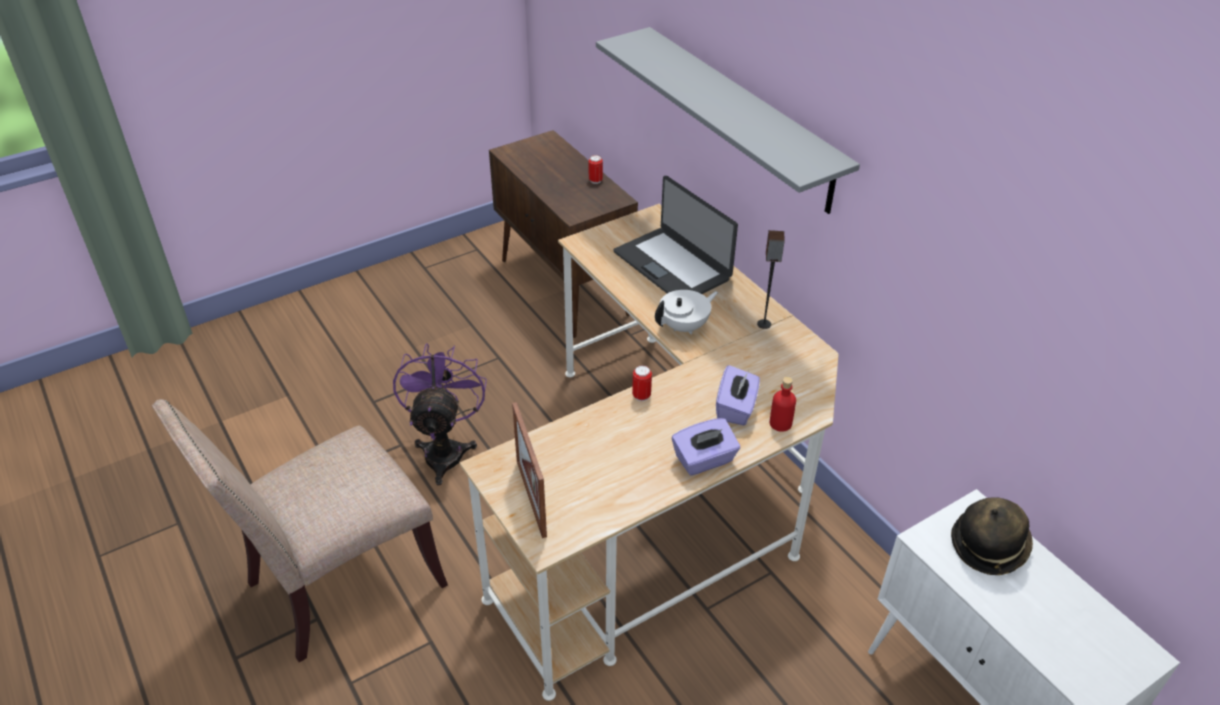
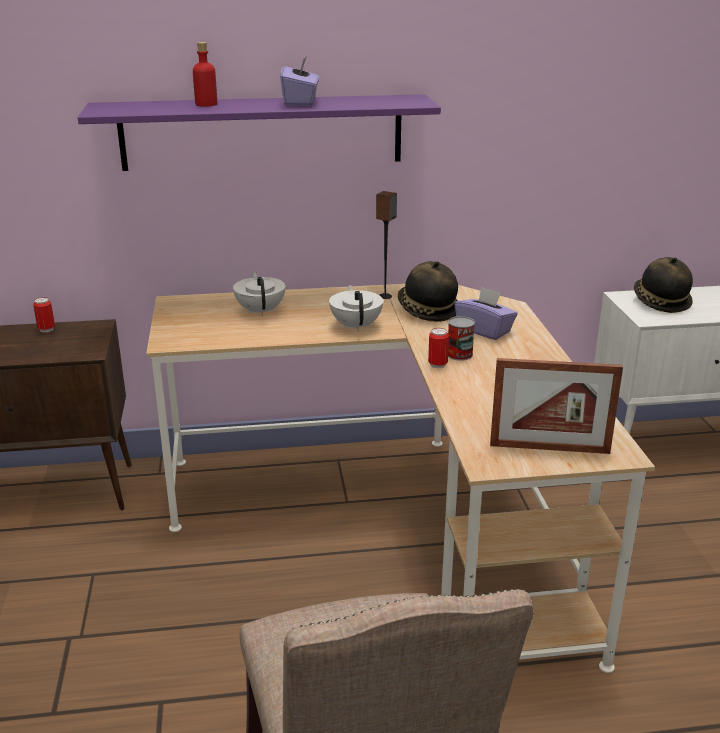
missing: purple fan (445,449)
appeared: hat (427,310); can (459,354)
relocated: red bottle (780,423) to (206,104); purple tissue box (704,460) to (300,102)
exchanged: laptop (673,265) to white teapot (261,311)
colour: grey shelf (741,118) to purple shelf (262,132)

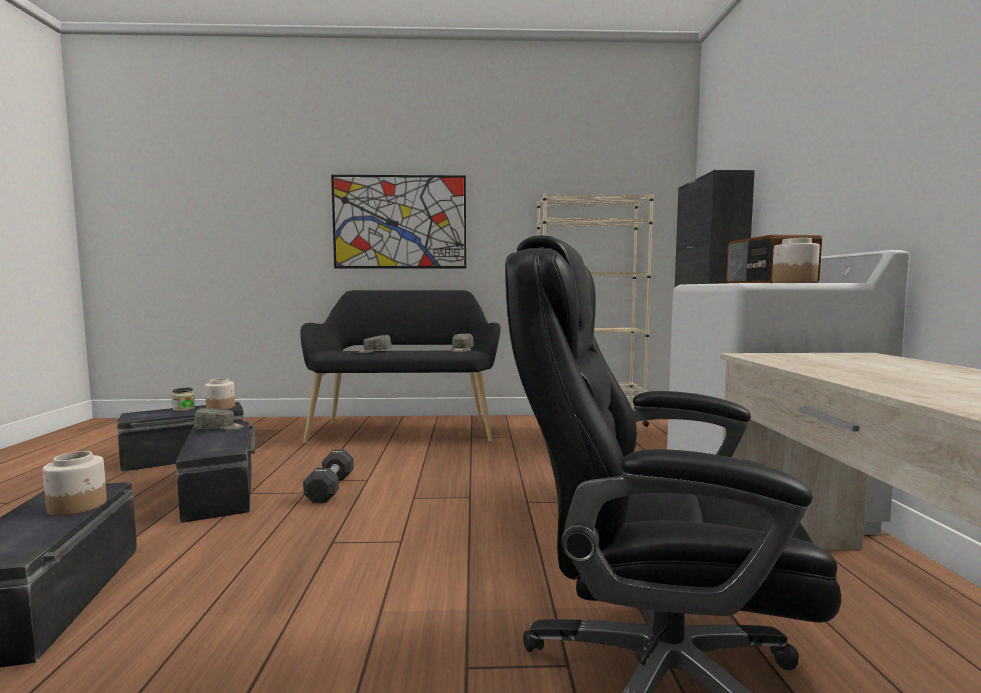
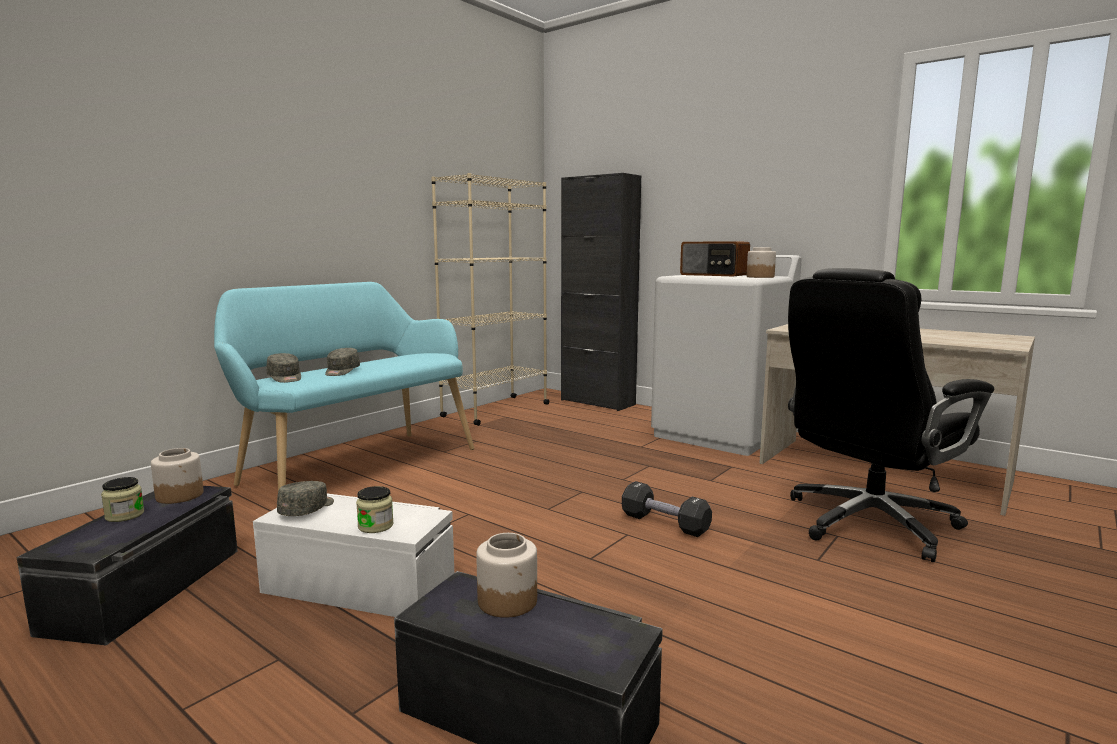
missing: picture (399,222)
appeared: jar (375,526)
relocated: grey cap (461,350) to (285,378); black dumbbell (330,488) to (664,523)
colour: black bench (404,429) to turquoise bench (354,465); black storage box (222,492) to white storage box (360,585)

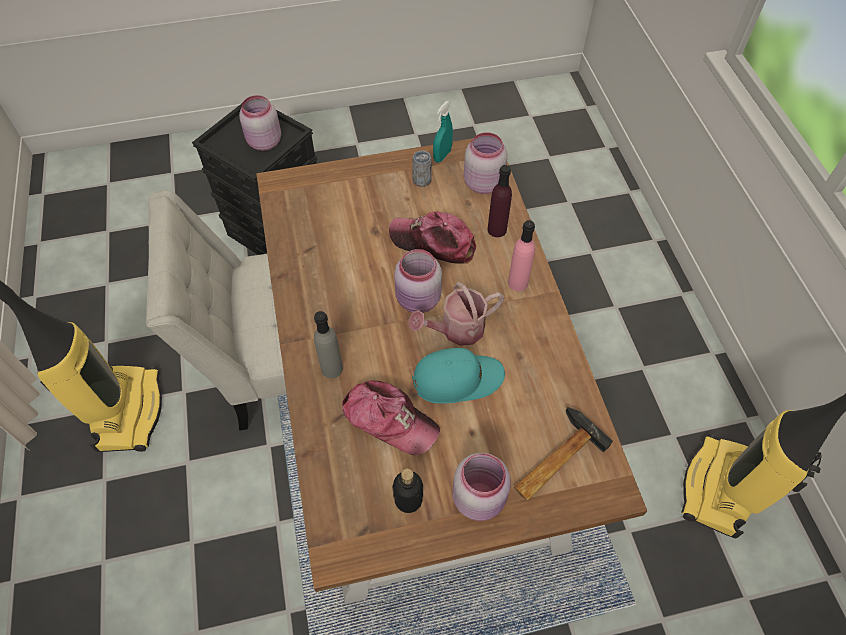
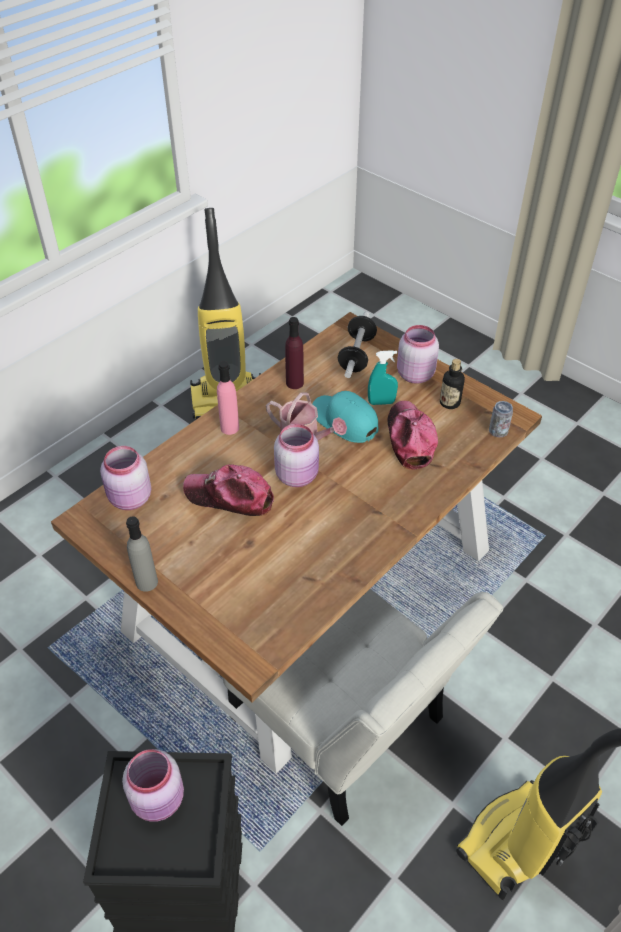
relocated: turquoise spray bottle (442,155) to (381,402); can (422,180) to (498,431); purple bottle (497,229) to (294,383); grey bottle (332,368) to (146,582)
exchanged: hammer (554,459) to dumbbell (357,355)
spun: cap (433,242) = (230,496) 120 degrees clockwise

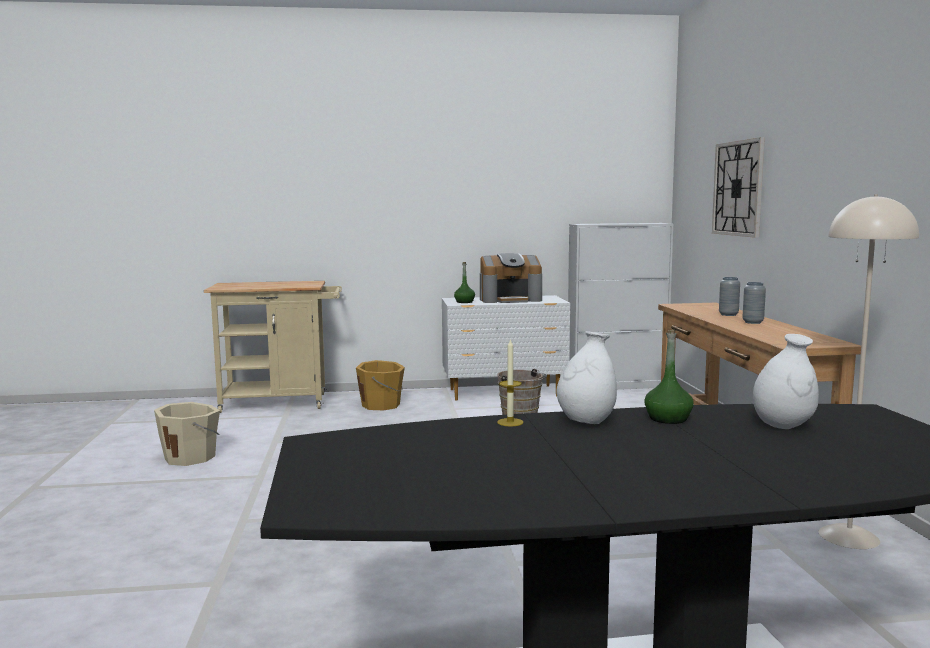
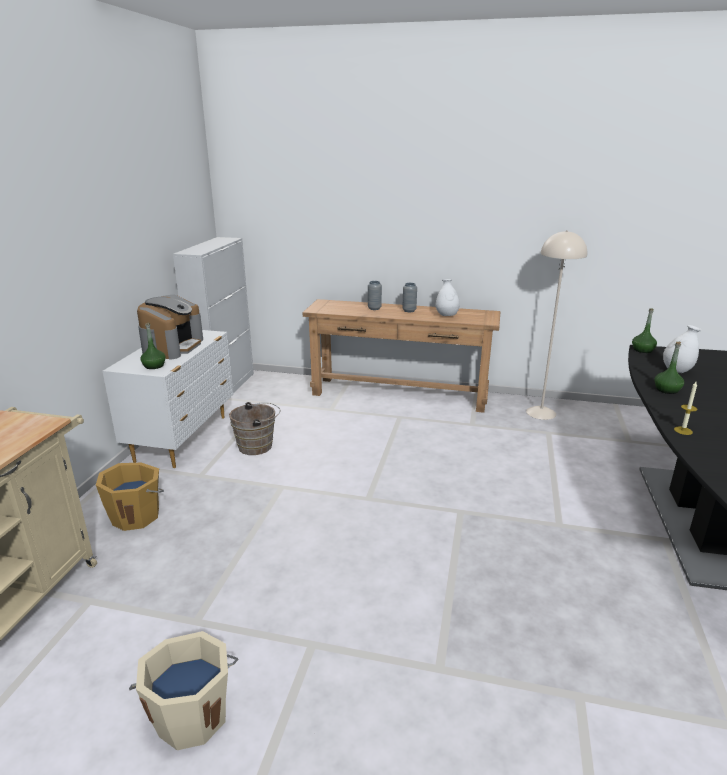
missing: wall clock (738,188)
appeared: green bottle (642,350)
relocated: white vase (586,422) to (446,316)

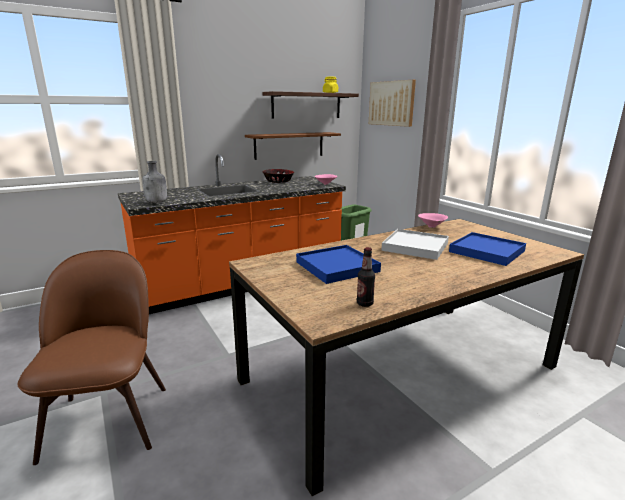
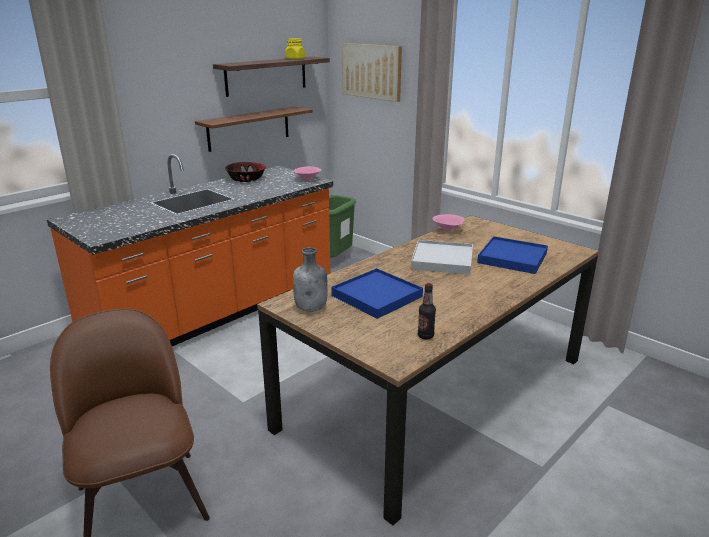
relocated: grey bottle (157,202) to (311,308)

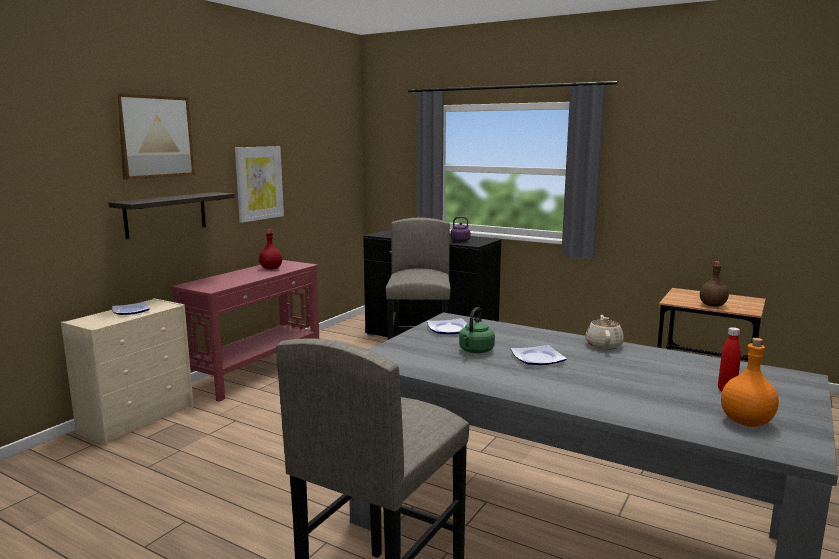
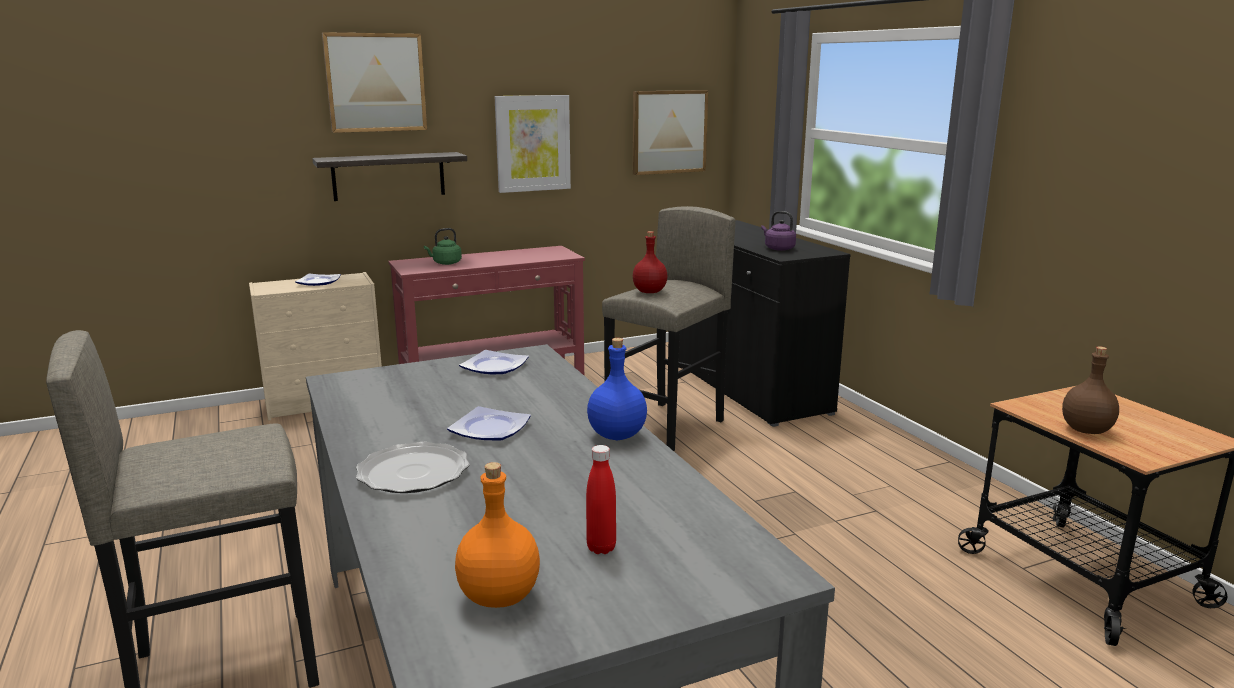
appeared: picture (669,132); plate (414,472)
relocated: red bottle (271,269) to (649,292); green kettle (475,351) to (445,263)
exchanged: beige teapot (603,345) to blue bottle (617,436)

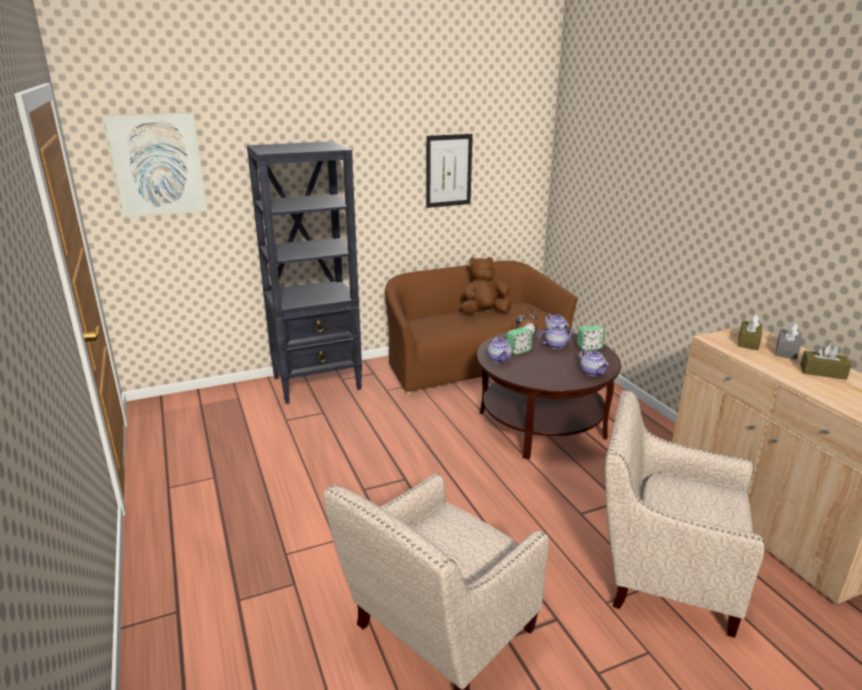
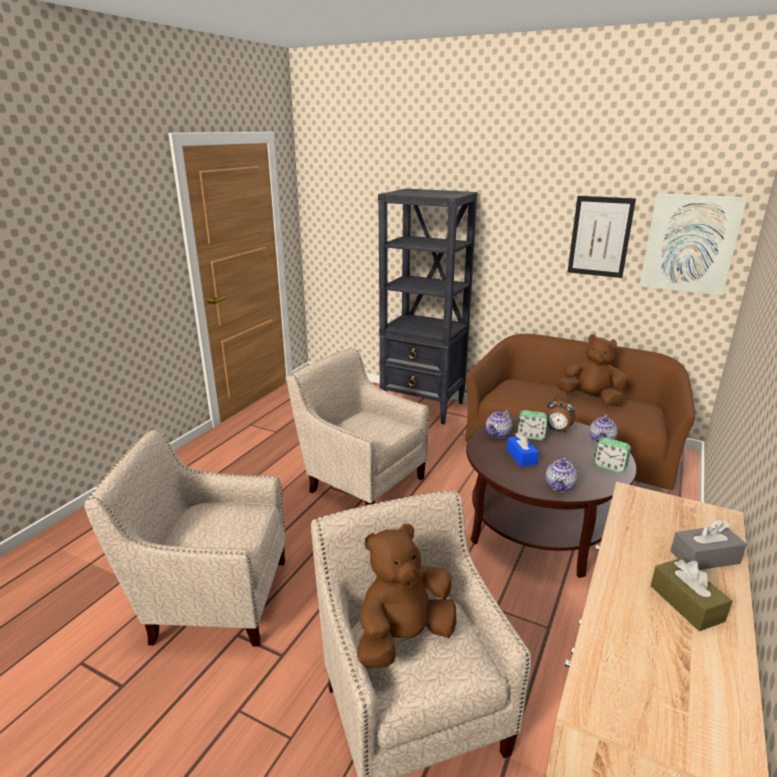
missing: brown tissue box (748,342); teapot (555,345)
appeared: beige armchair (362,480); blue tissue box (521,457); brown plush toy (403,637)
relocated: picture (158,165) to (690,244)

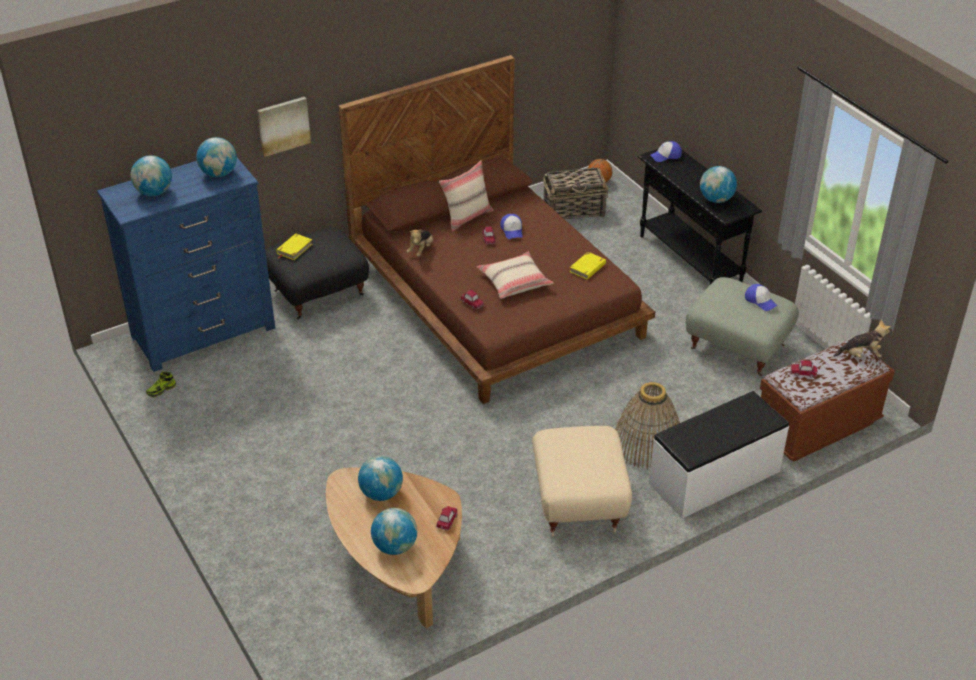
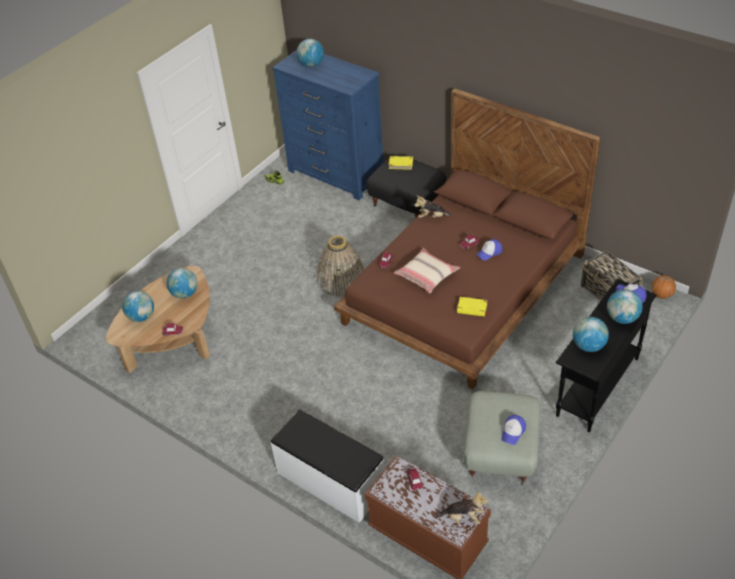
missing: picture (283,125); beige pillow (467,217); beige ottoman (580,501)
relocated: globe (219,174) to (622,318); basket (647,444) to (341,279)
spun: plush toy (861,355) = (463,517) 60 degrees counterclockwise

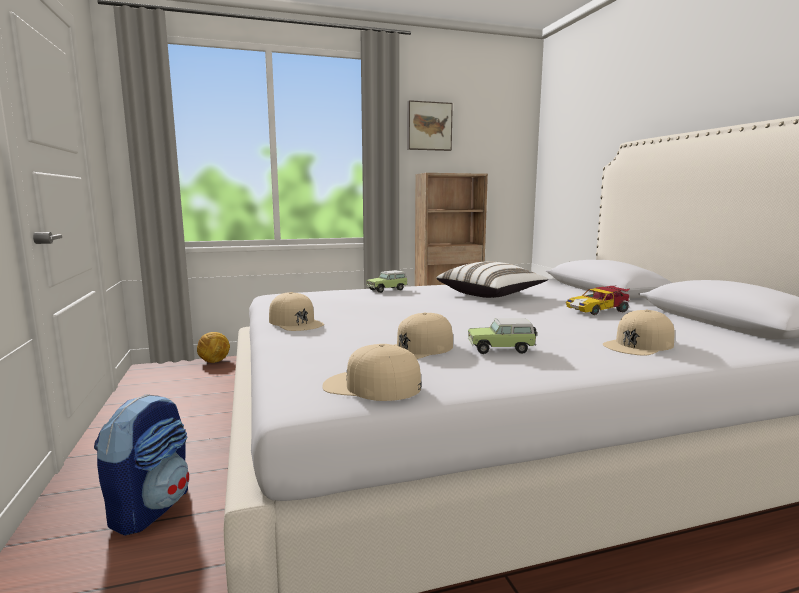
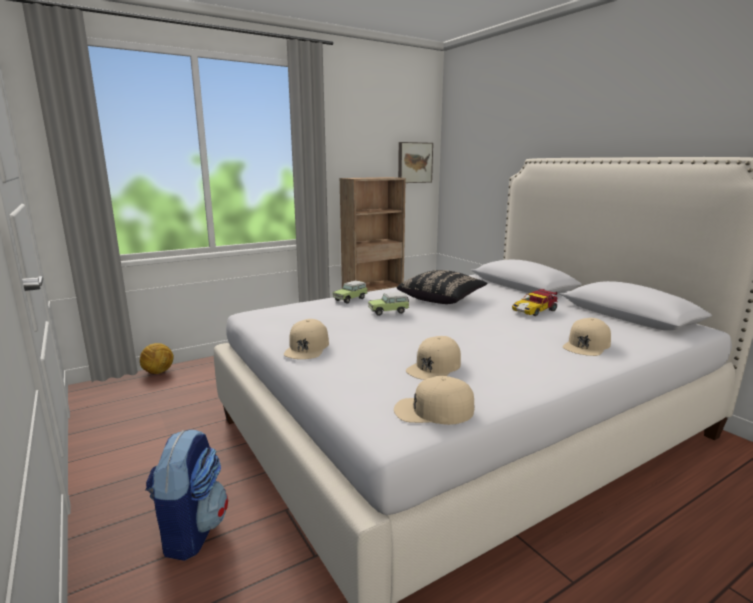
relocated: picture (428,126) to (414,162); toy car (503,349) to (389,312)
colour: white pillow (491,295) to black pillow (442,299)
spun: beige cap (295,322) = (307,347) 60 degrees clockwise

